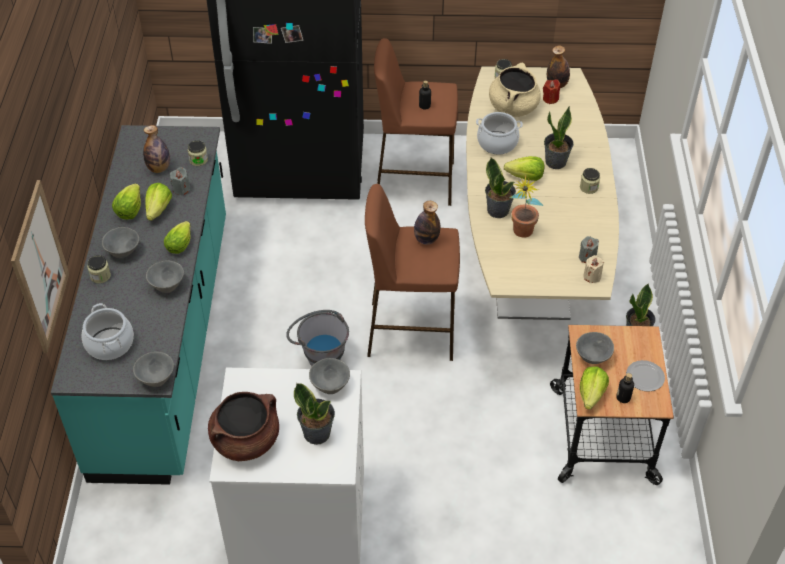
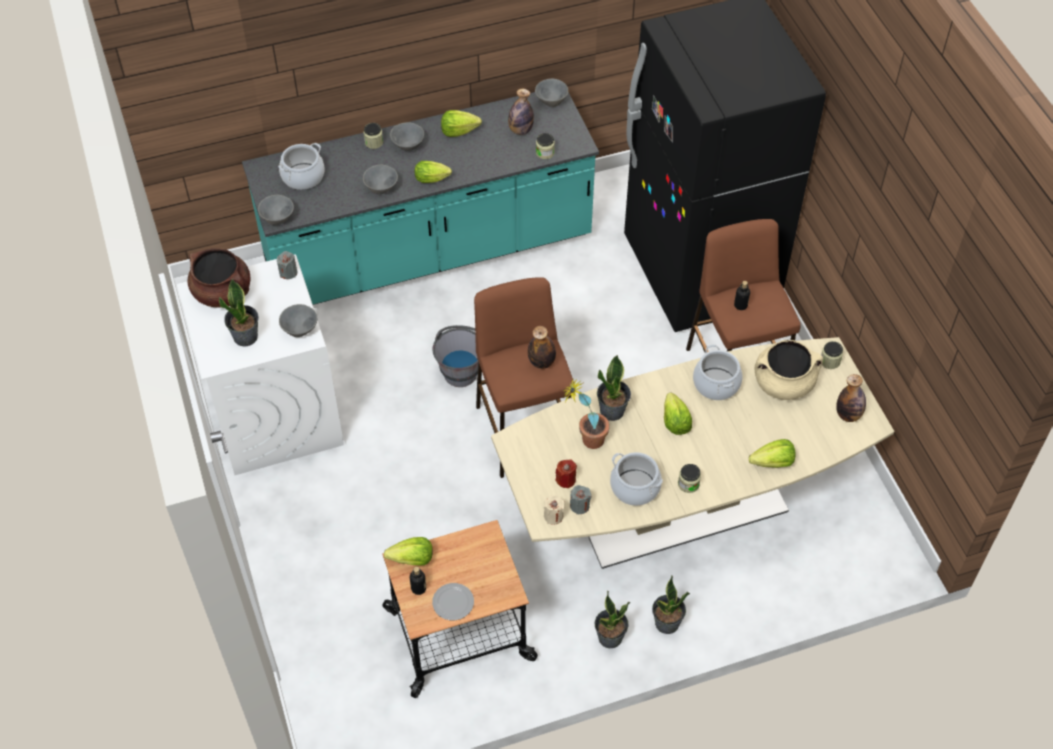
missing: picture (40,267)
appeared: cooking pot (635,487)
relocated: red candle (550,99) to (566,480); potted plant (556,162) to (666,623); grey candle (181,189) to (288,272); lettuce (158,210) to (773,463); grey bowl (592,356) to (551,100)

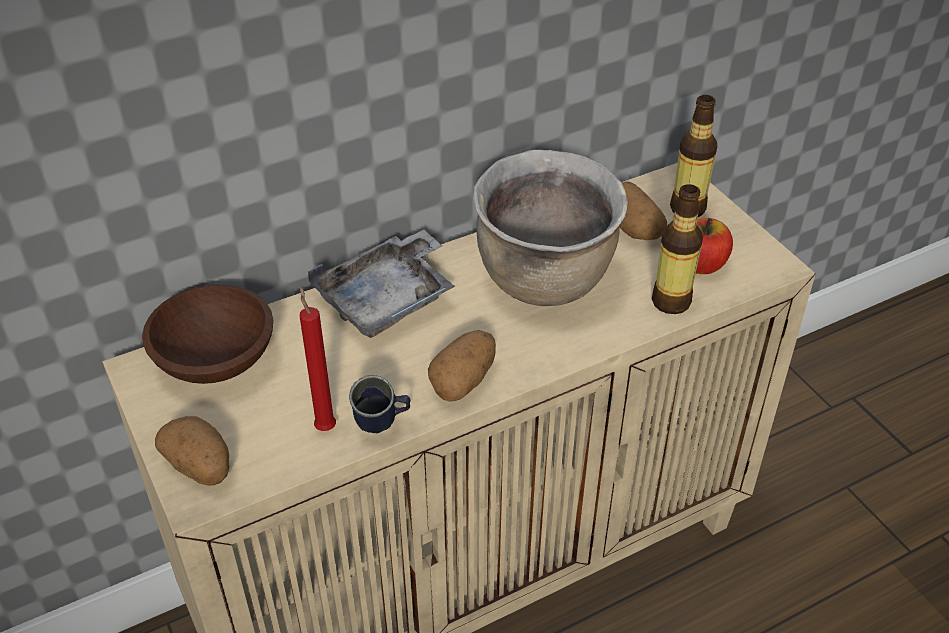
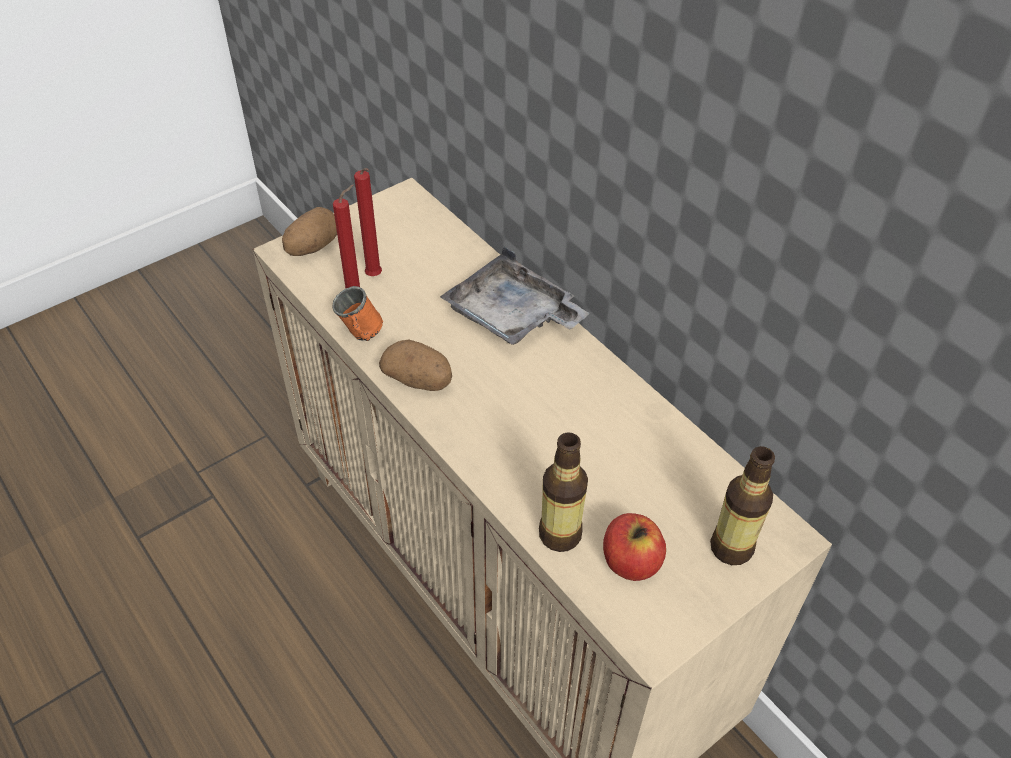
missing: brown cooking pot (546,280); potato (633,227); brown bowl (216,357)
appeared: red candle (375,277)
colour: blue mug (382,426) to orange mug (361,336)

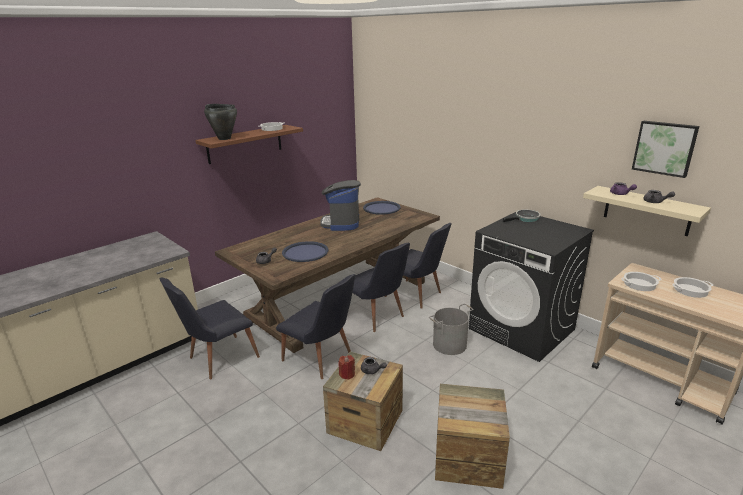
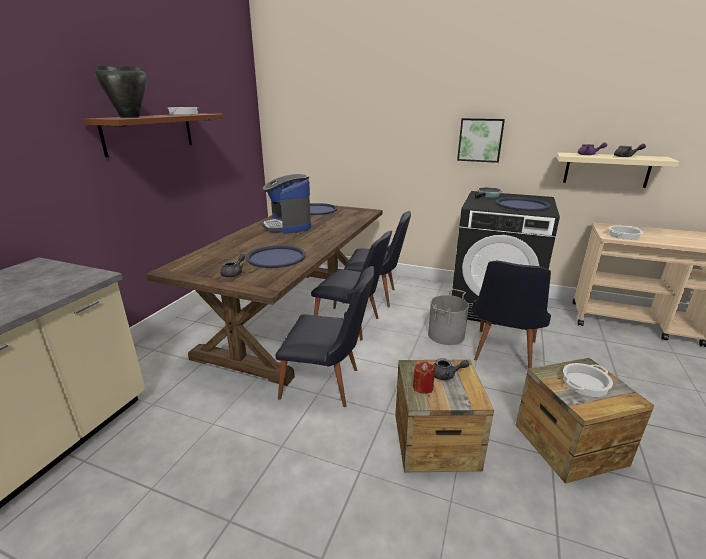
appeared: blue tray (522,205)
relocated: picture (664,148) to (480,140); black chair (217,359) to (502,354); cooking pot (690,290) to (585,384)

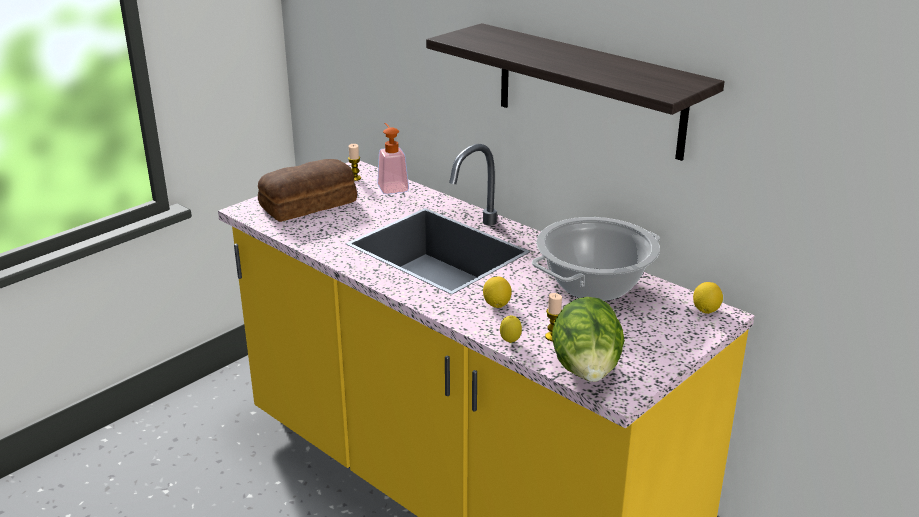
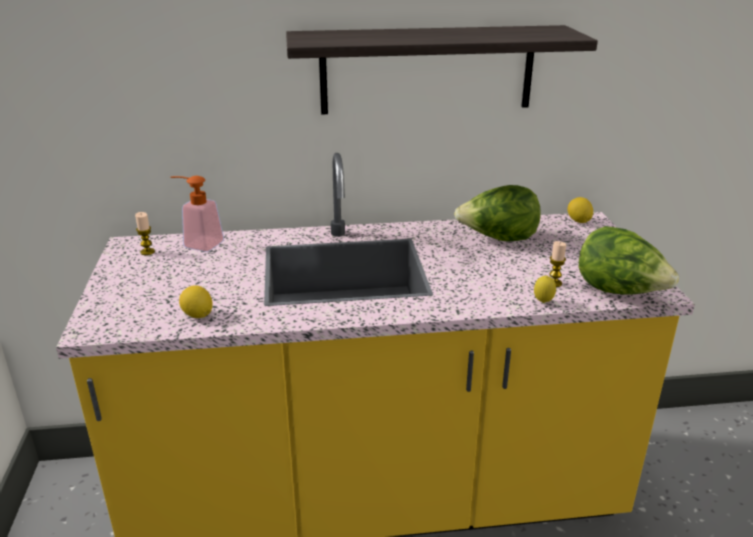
missing: bread (310,204)
relocated: lemon (496,304) to (197,315)
exchanged: cooking pot (594,286) to lettuce (498,239)

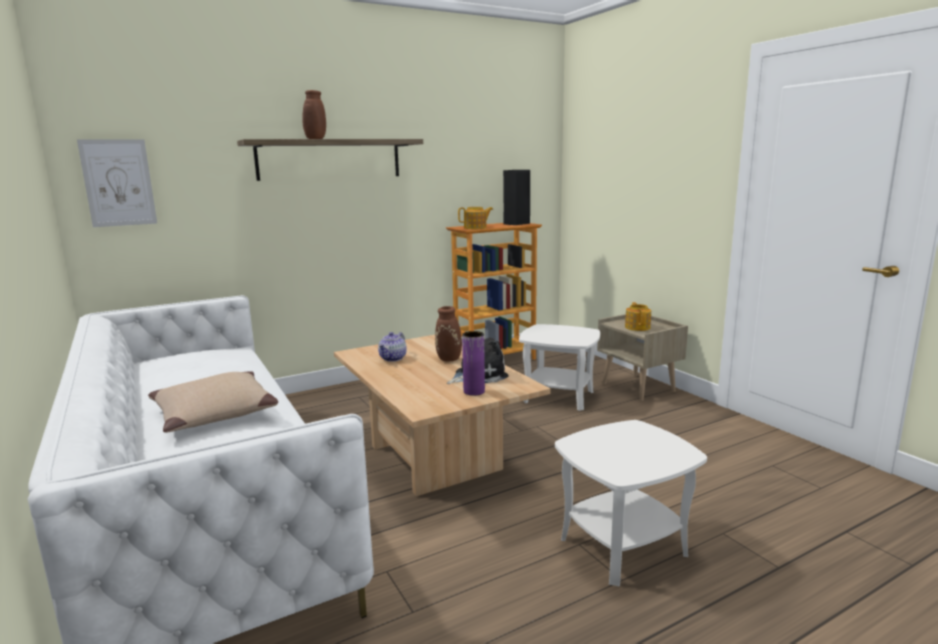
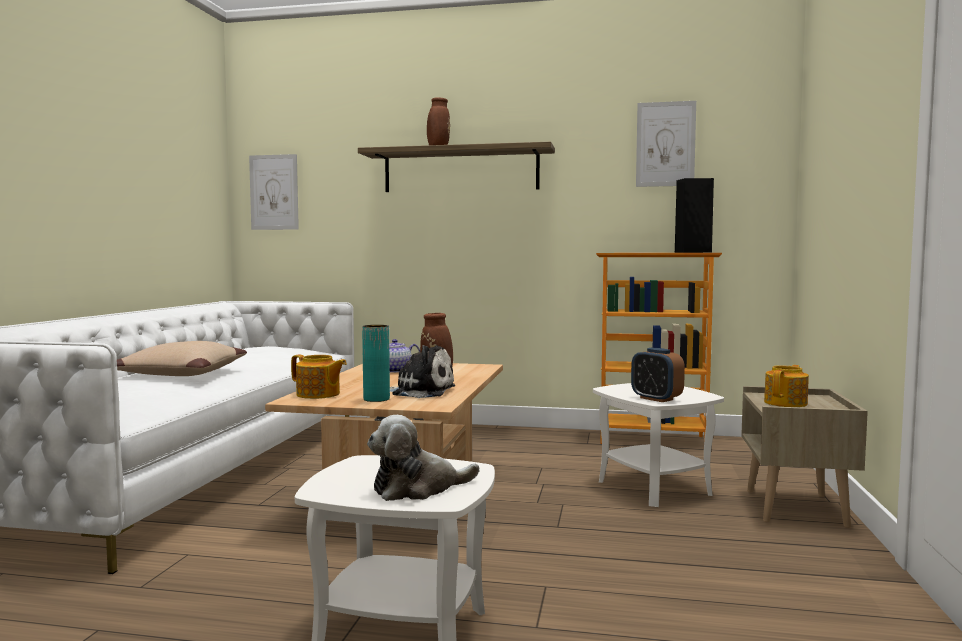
appeared: picture (665,144); alarm clock (656,399); plush toy (418,488)
relocated: teapot (476,228) to (318,394)
colour: purple vase (474,391) to turquoise vase (376,399)

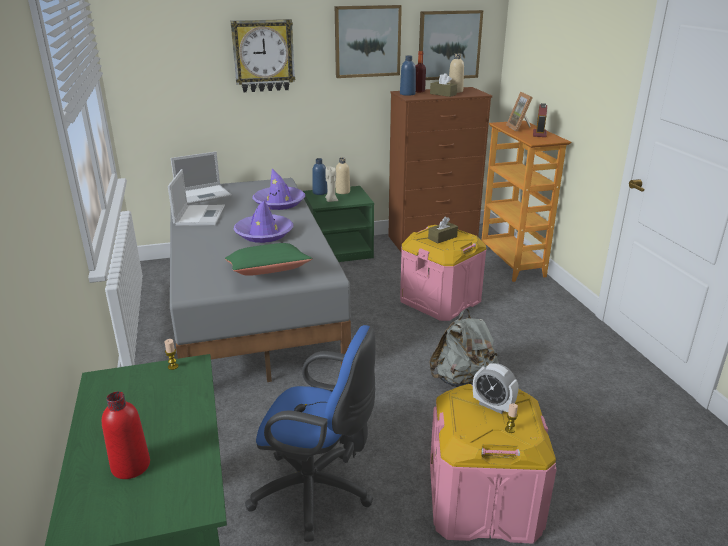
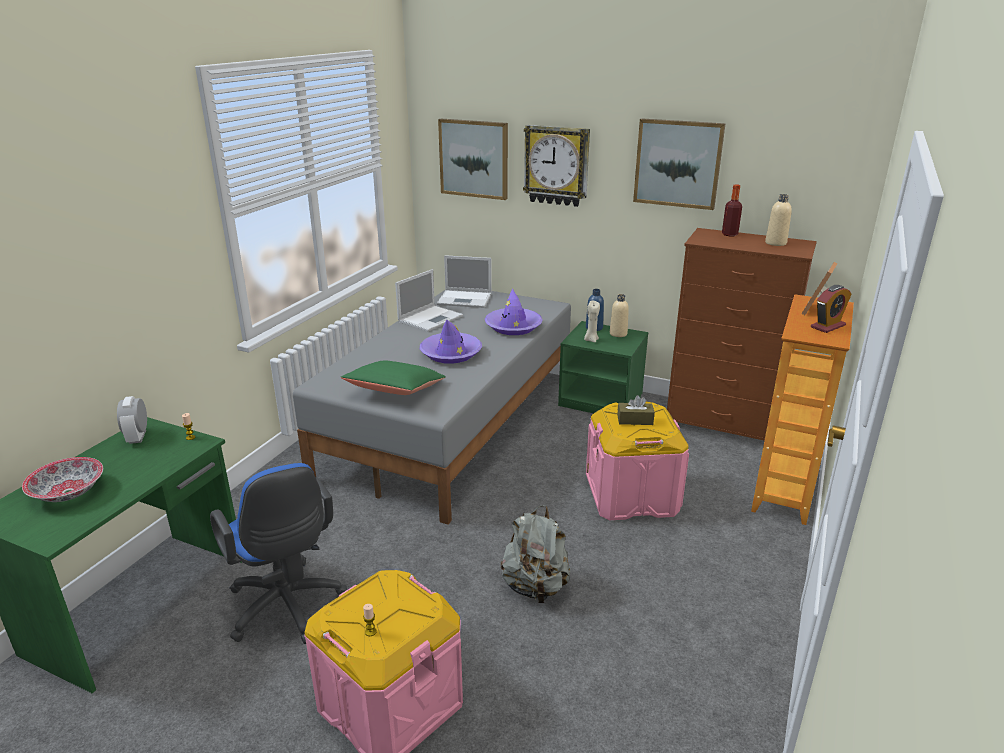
missing: blue bottle (407,94); brown tissue box (443,94)
relocated: picture (449,45) to (474,158); alarm clock (493,405) to (137,437)
exchanged: red bottle (131,466) to bowl (67,493)

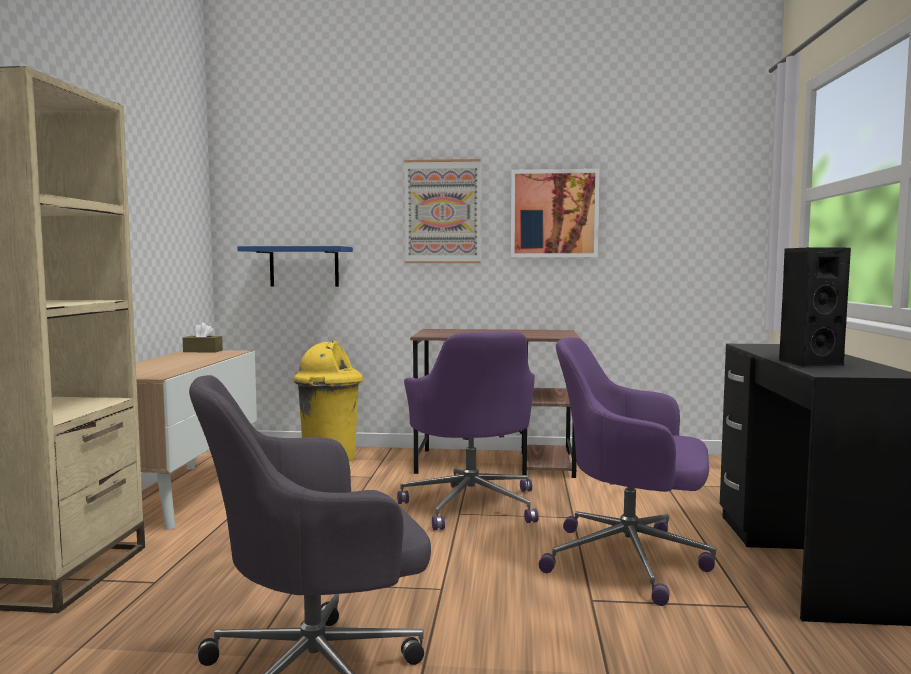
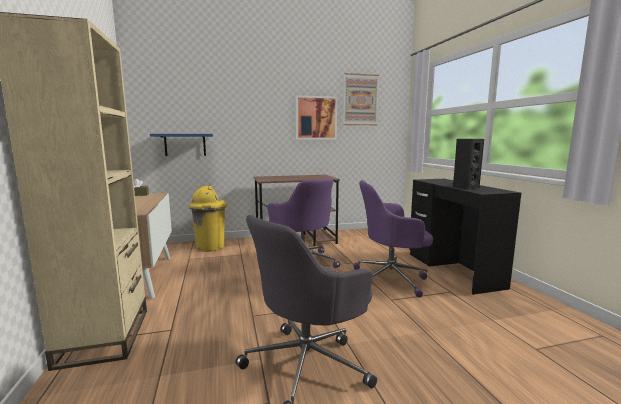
relocated: picture (442,212) to (360,100)

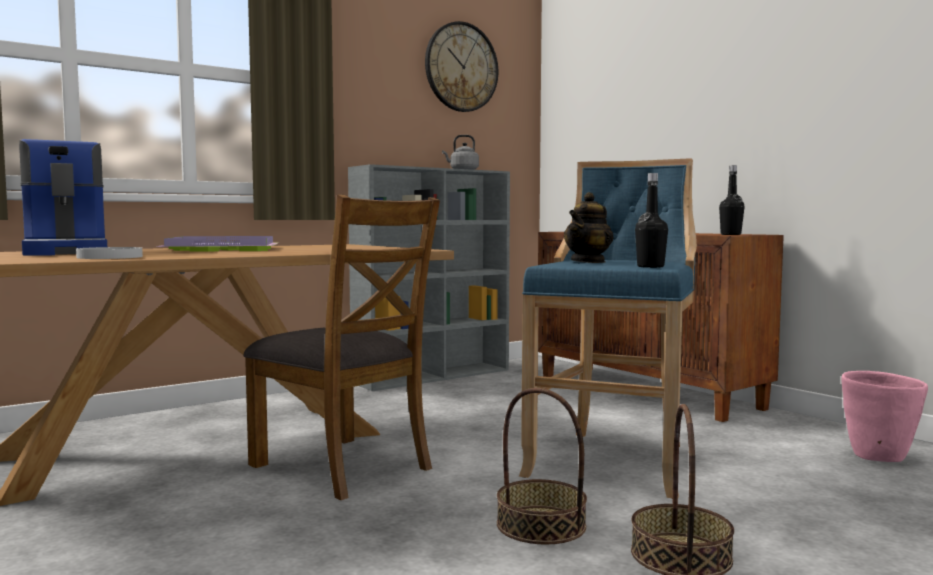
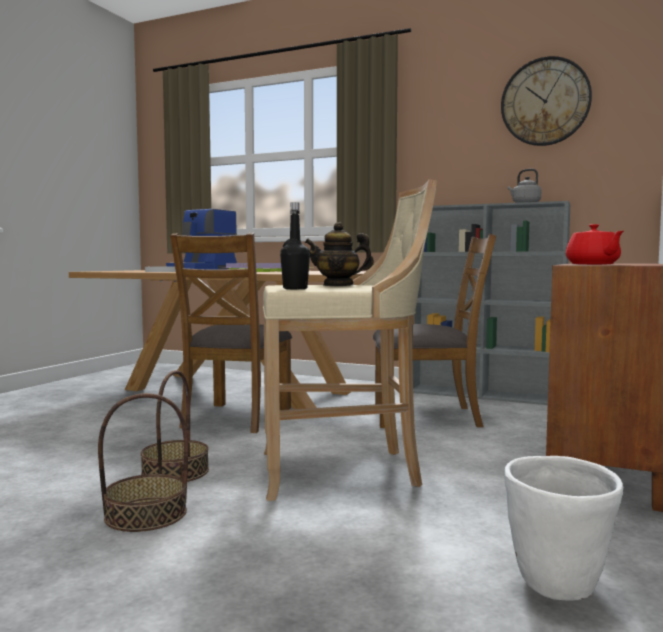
appeared: brown chair (427,416)
exchanged: black bottle (730,234) to red teapot (593,264)
colour: blue stool (614,460) to beige stool (343,471); pink planter (879,457) to white planter (558,587)

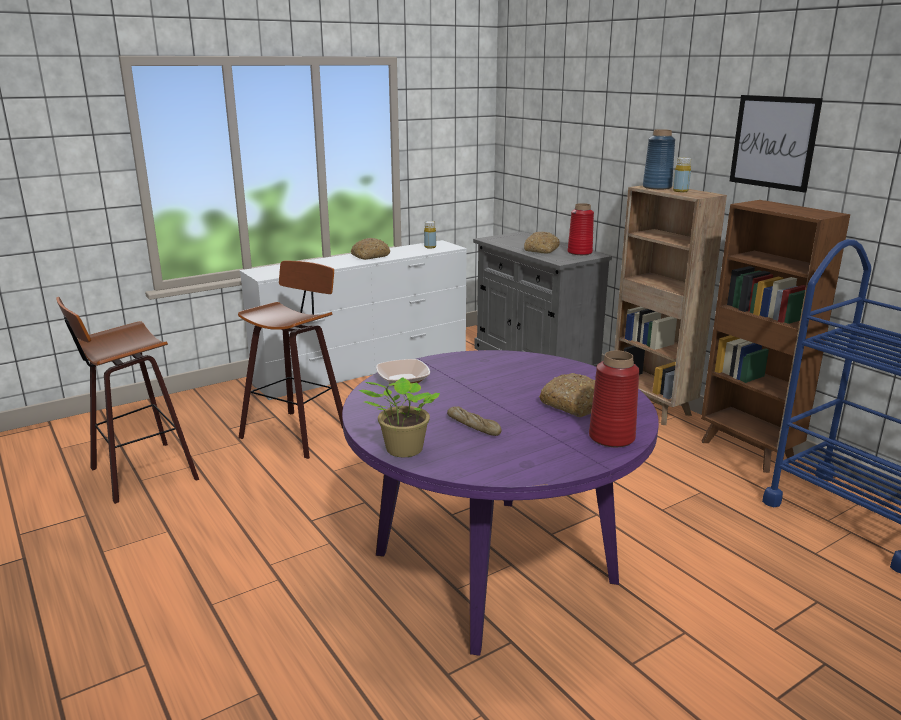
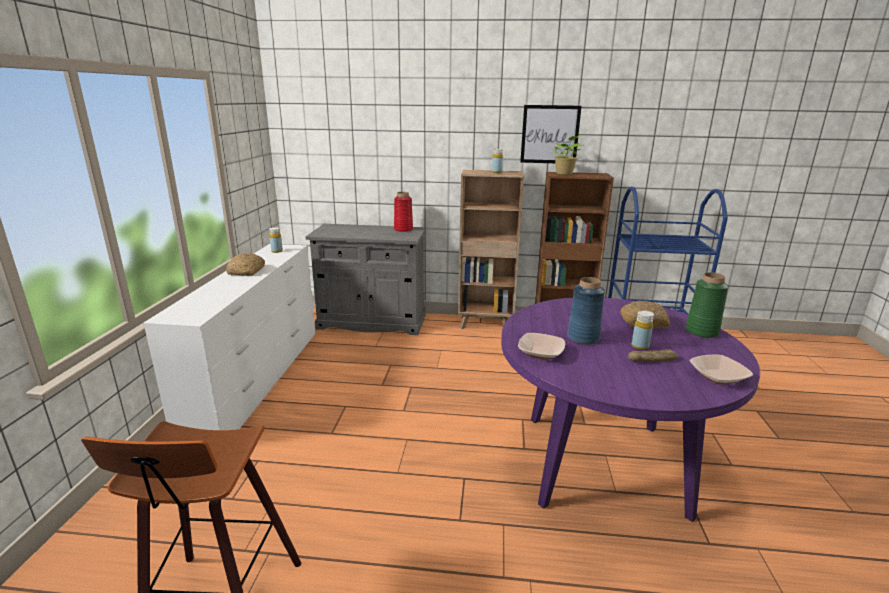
missing: bread (541,250); stool (297,432)
appeared: yellow bottle (640,346); bowl (718,376)
relocated: blue vase (657,187) to (583,338); potted plant (402,450) to (564,173)
colour: red vase (611,437) to green vase (701,331)

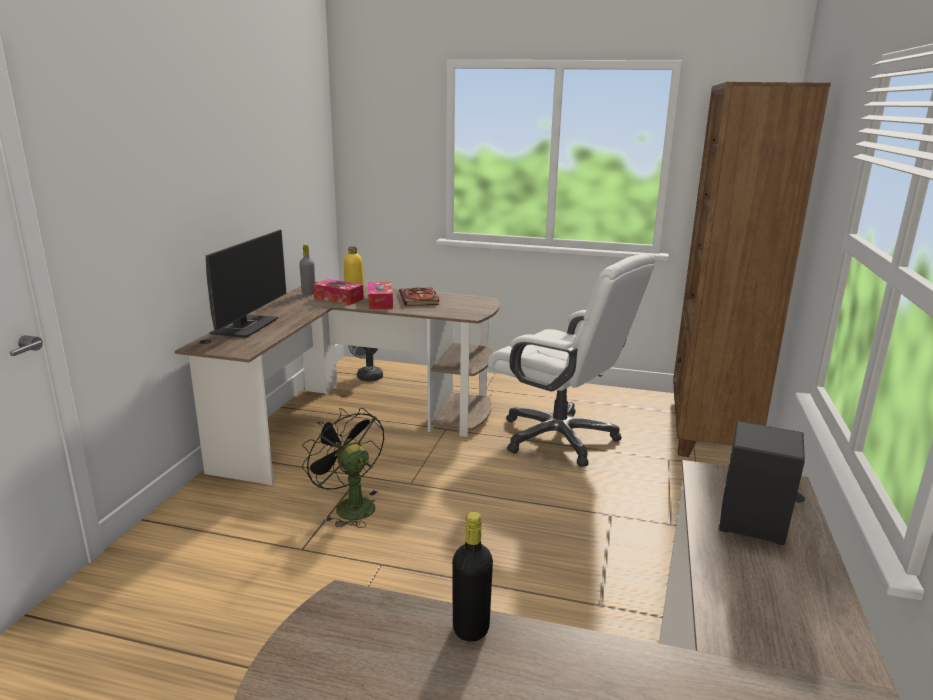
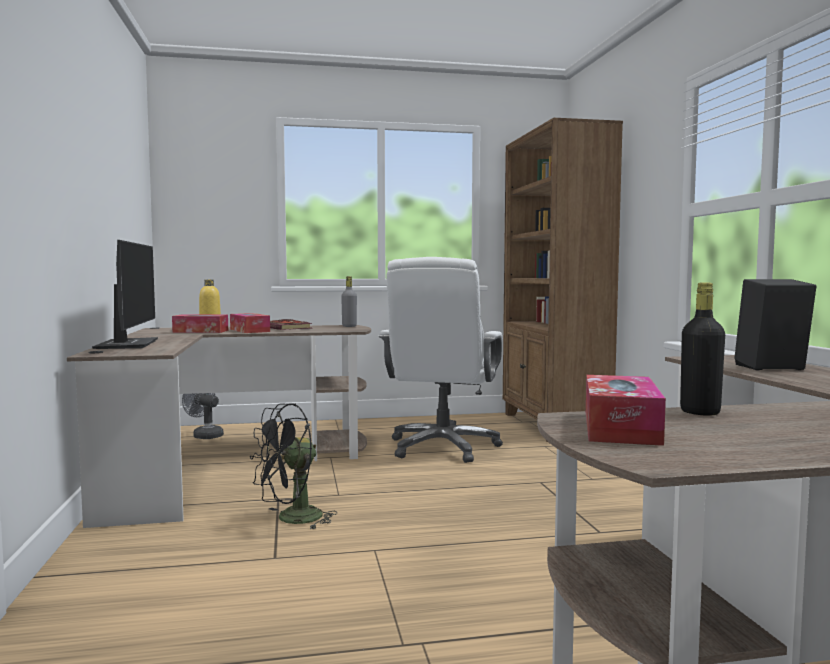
appeared: tissue box (620,427)
relocated: grey bottle (308,293) to (349,326)
spun: white office chair (559,438) = (443,447) 90 degrees clockwise; black fan (349,506) = (291,520) 60 degrees counterclockwise

